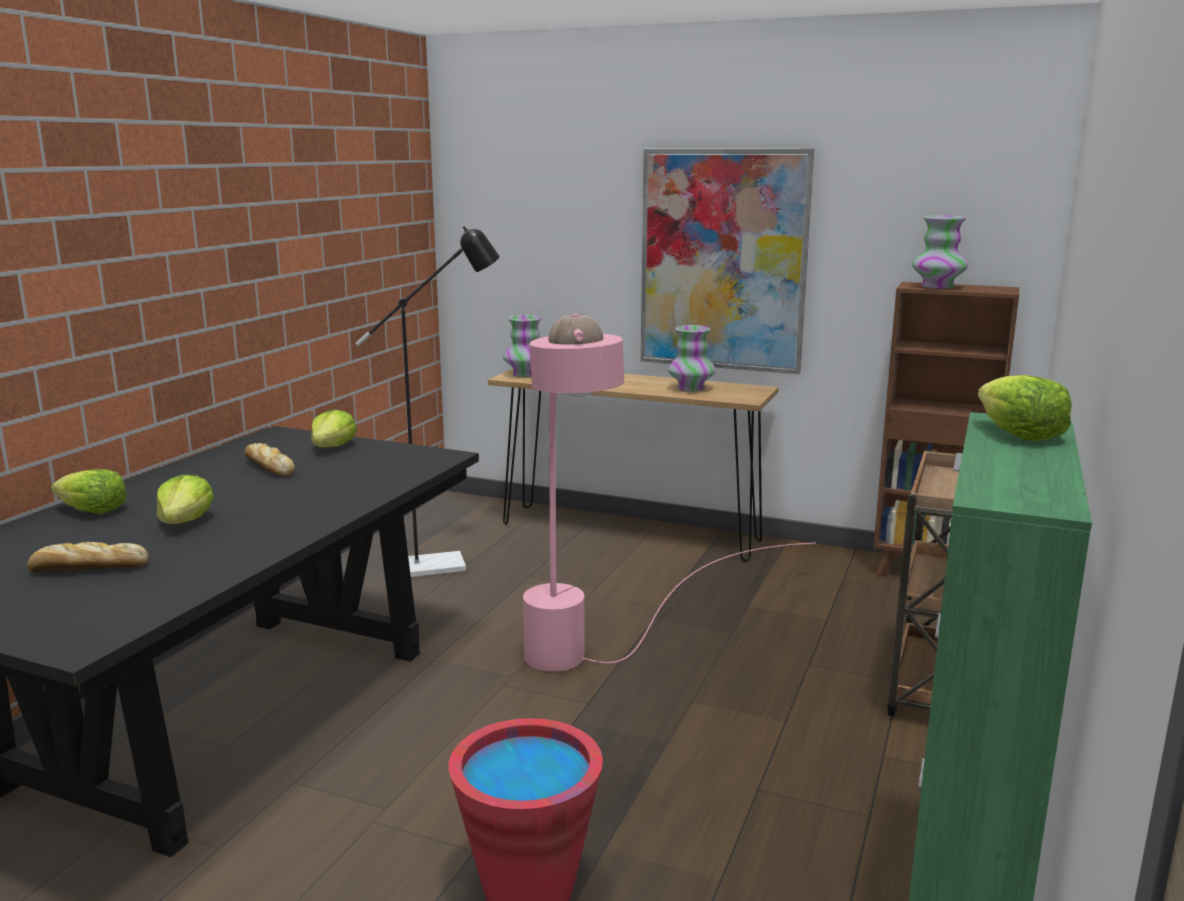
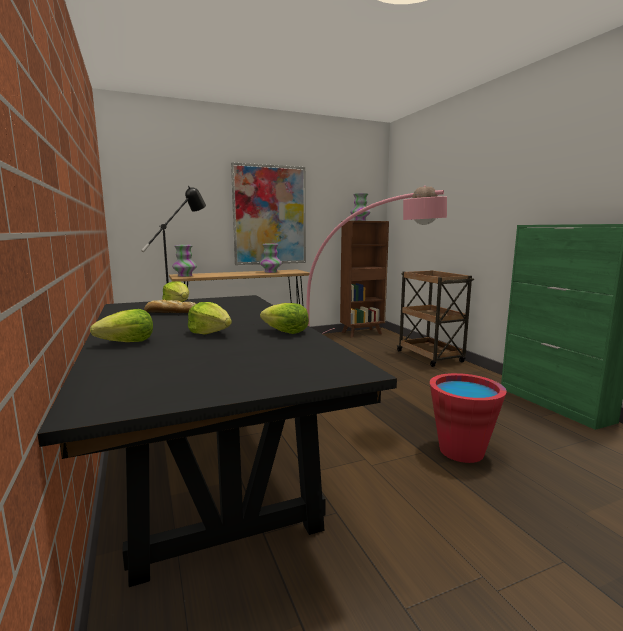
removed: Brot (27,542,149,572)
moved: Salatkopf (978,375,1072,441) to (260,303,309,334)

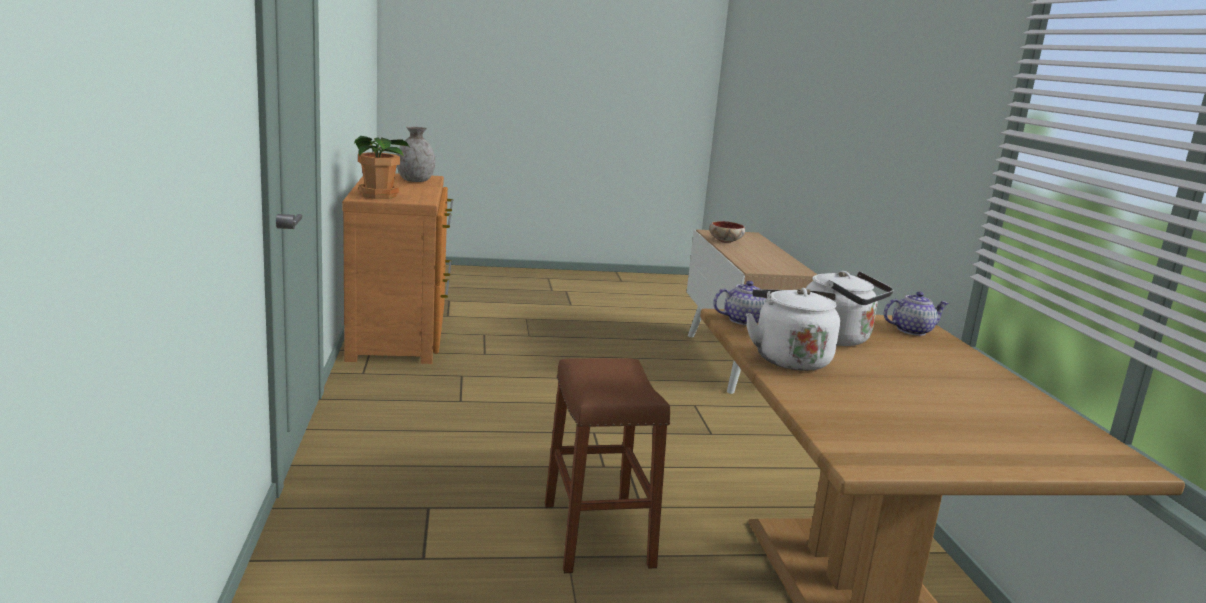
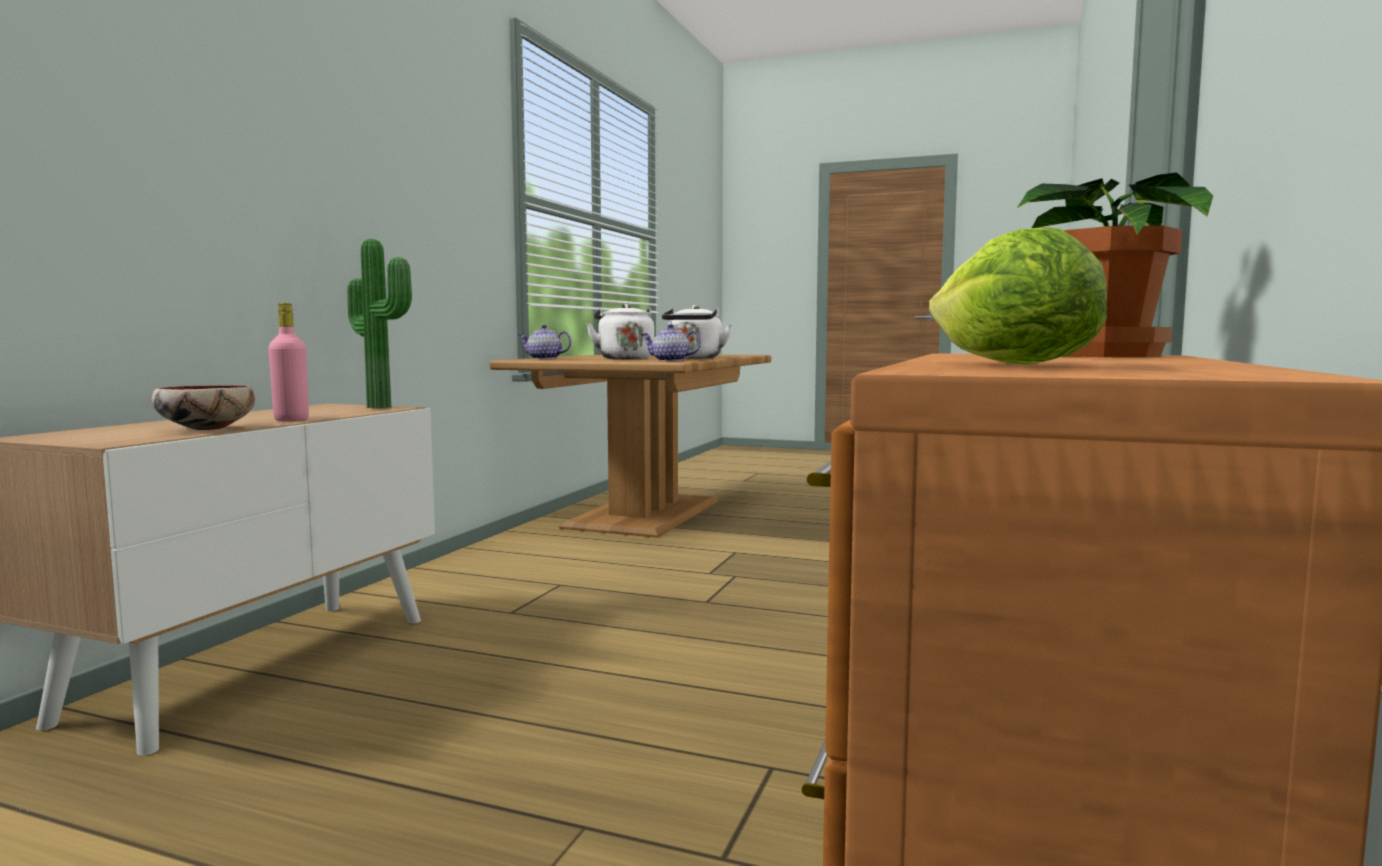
removed: Hocker [braun] (545,358,670,573)
added: Flasche [rosa] (268,303,309,421); Topfpflanze (348,239,412,408)
replaced: Vase [grau] (397,126,435,182) to Salatkopf (929,227,1107,365)

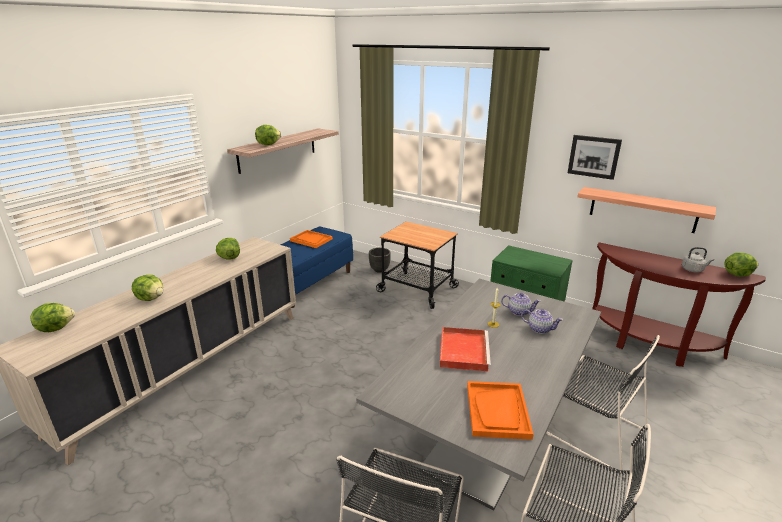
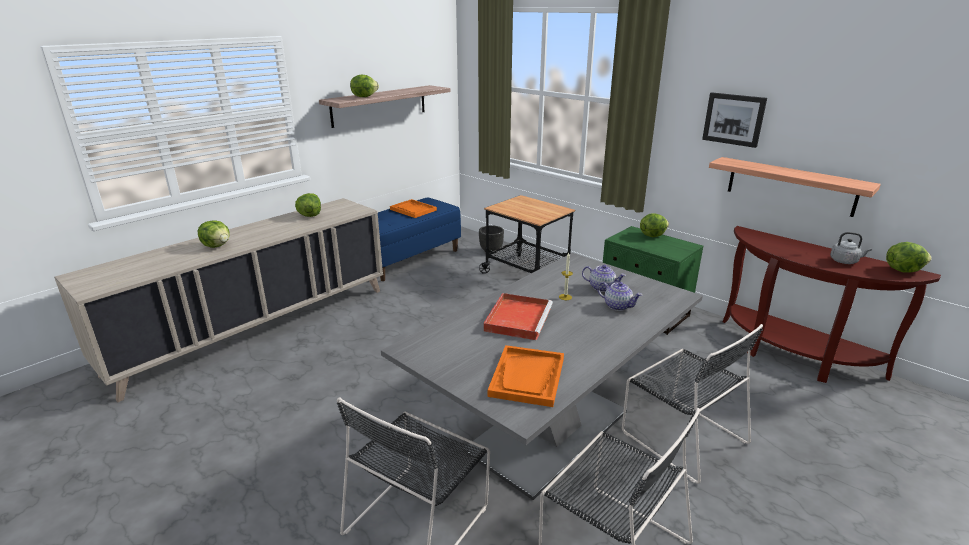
moved: Salatkopf (30,303,75,332) to (640,213,669,237)

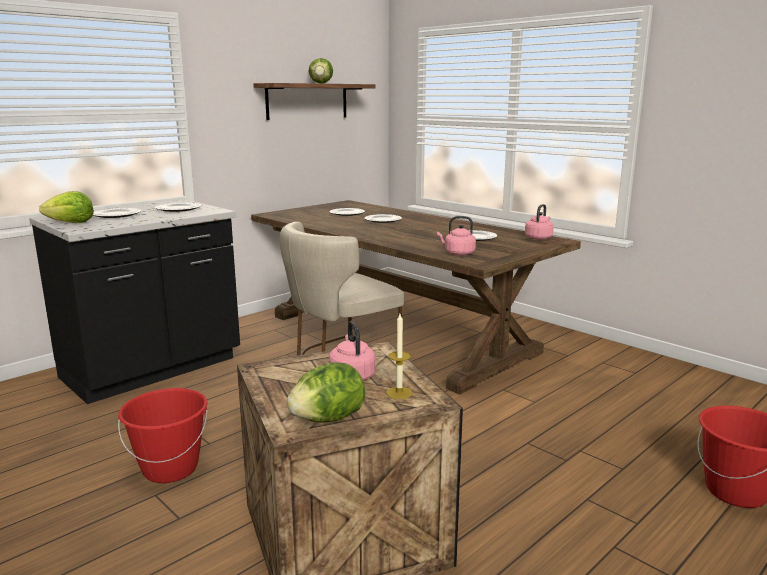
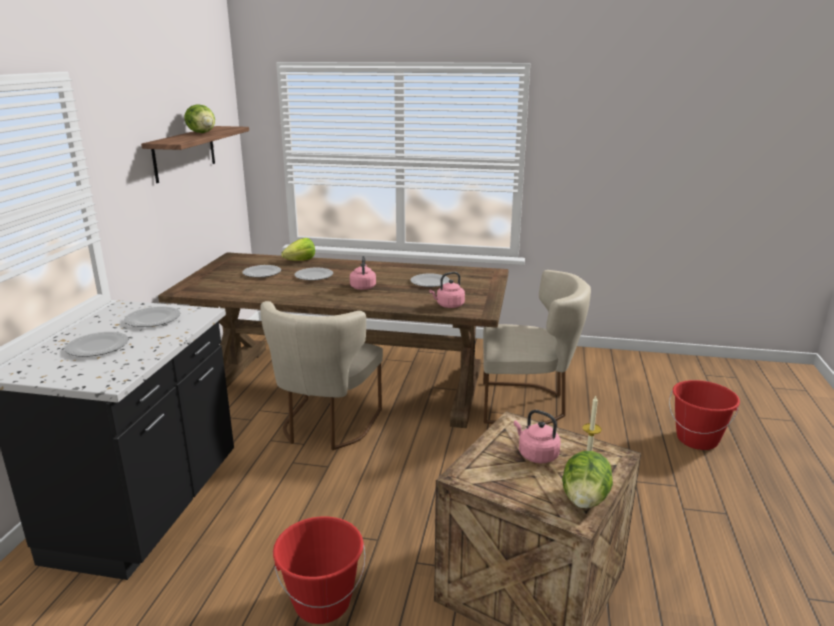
added: Stuhl [beige] (483,270,591,424)
moved: Salatkopf (39,191,94,223) to (281,238,315,261); Wasserkessel [rosa] (525,204,554,240) to (350,256,376,290)

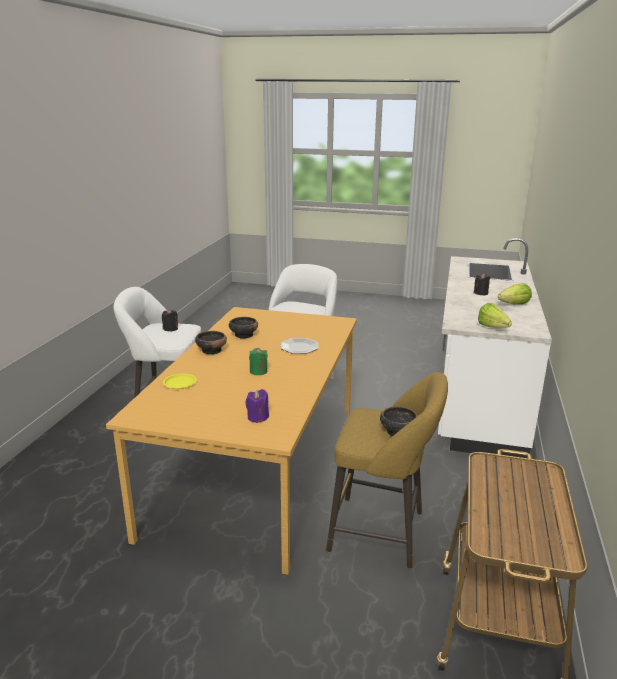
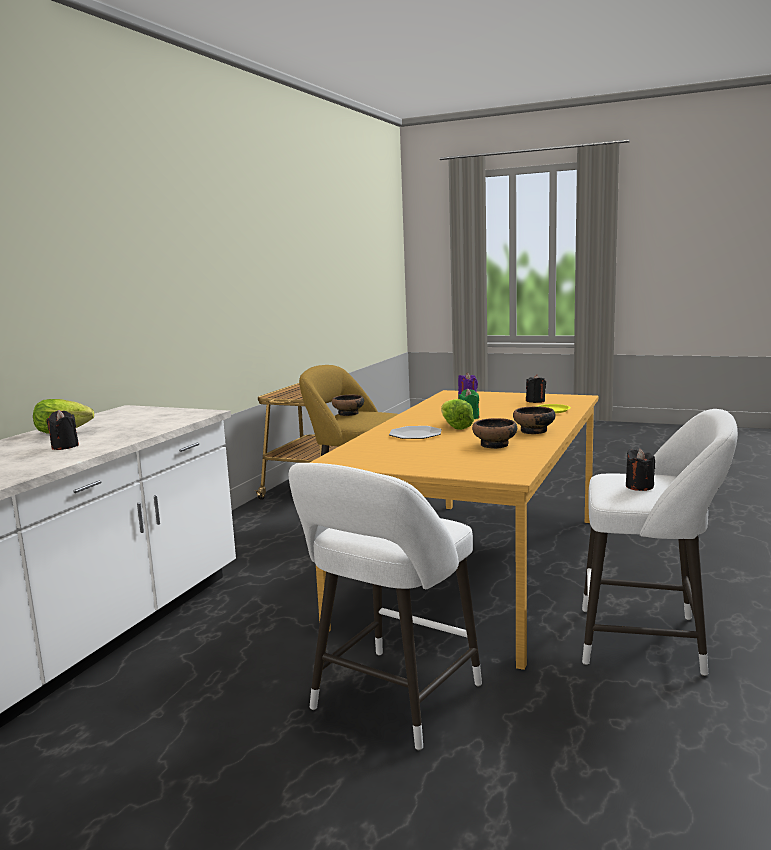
added: Kerze [schwarz] (526,375,546,403)
moved: Salatkopf (478,303,512,328) to (441,399,474,430)

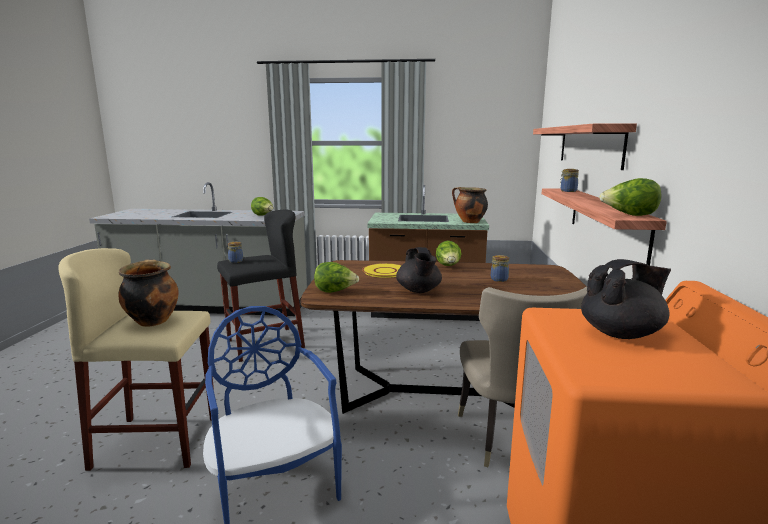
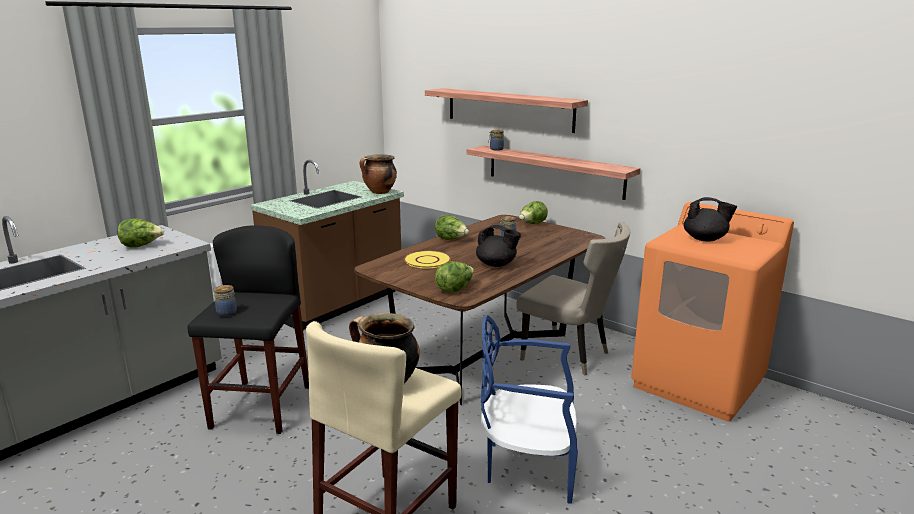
moved: Salatkopf (600,178,662,216) to (519,201,548,224)
turned: Teekanne [schwarz] (581,259,671,339) = (684,197,738,242) 90 degrees clockwise

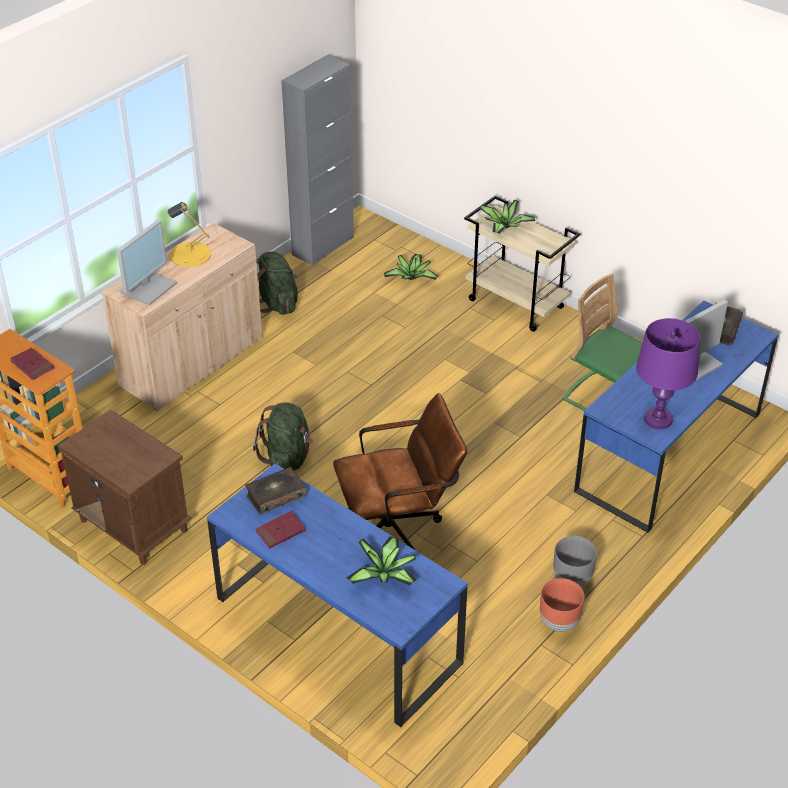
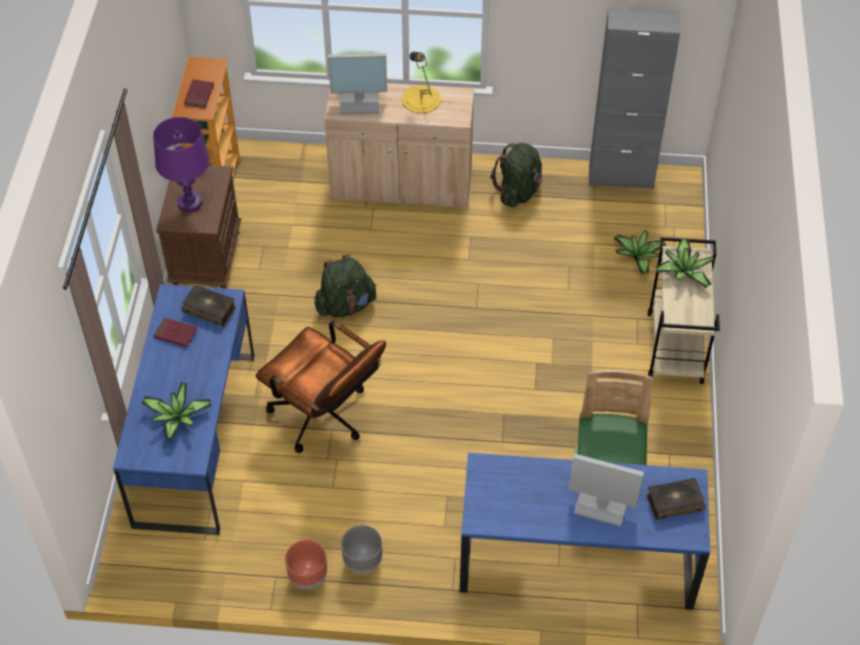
moved: Tischlampe [lila] (636,318,700,429) to (153,117,210,212)

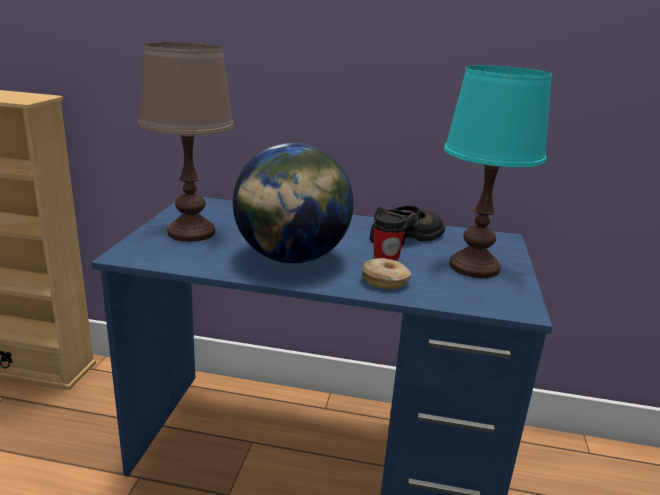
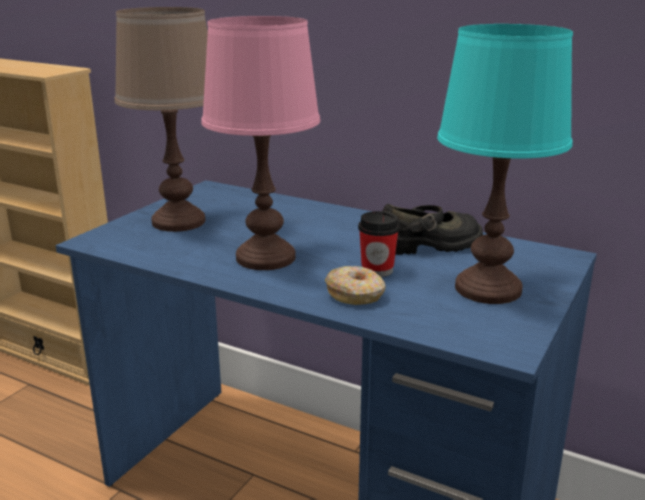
replaced: Globus (233,143,354,263) to Tischlampe [rosa] (201,16,320,270)

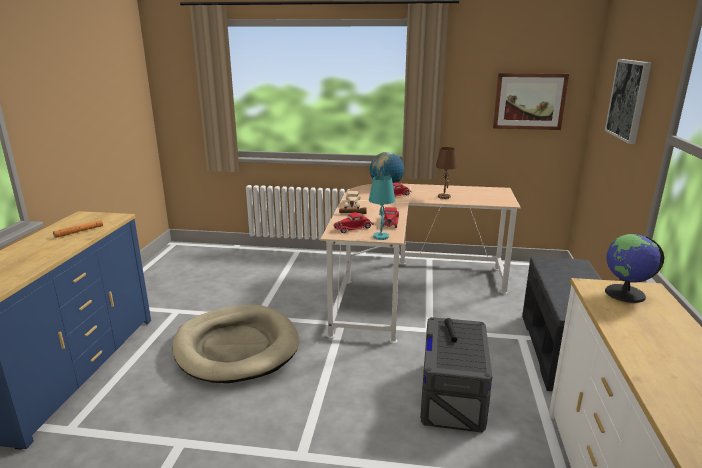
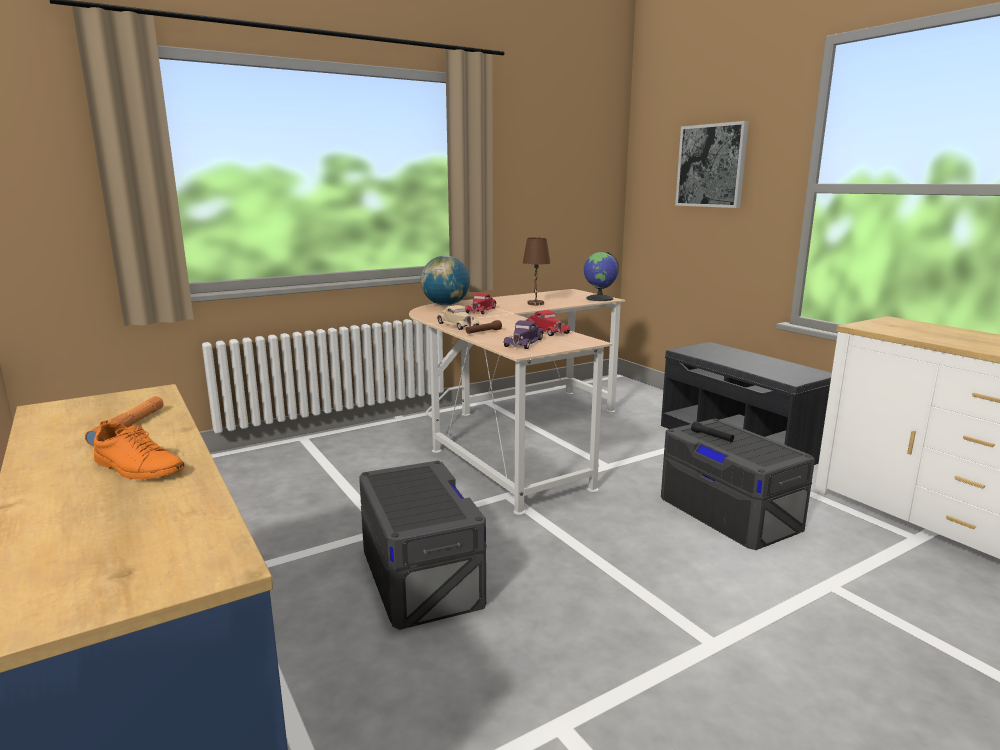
removed: Tischlampe [türkis] (369,176,395,240); Bild (493,73,569,130)
added: Schuh [orange] (94,420,185,480)
moved: Globus (605,234,664,303) to (583,252,619,301)
replaced: Hundebett [beige] (172,305,299,383) to Aufbewahrungsbox [grau] (359,461,486,630)
recoloured: Spielzeugauto [rot] (333,212,374,233) to Spielzeugauto [lila] (504,320,544,349)

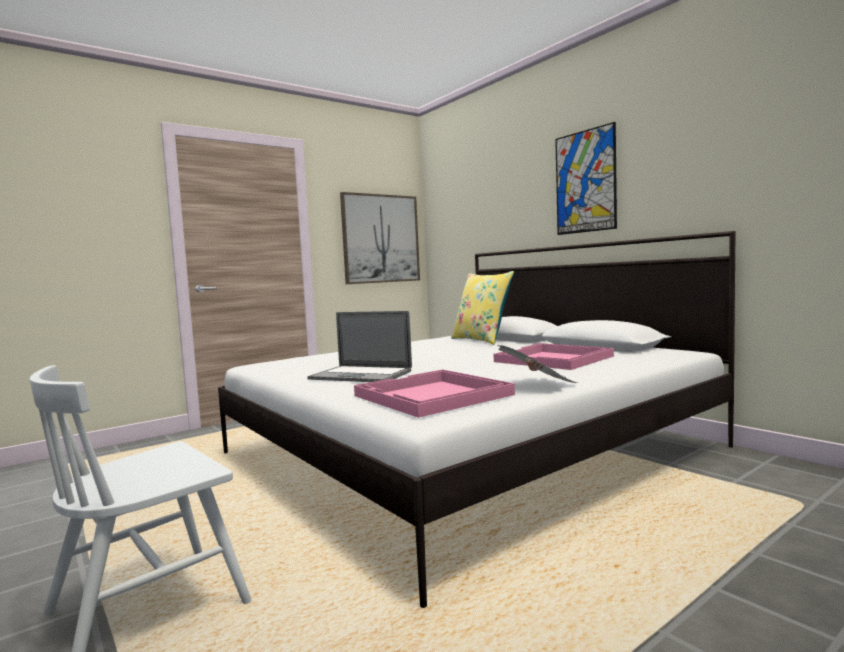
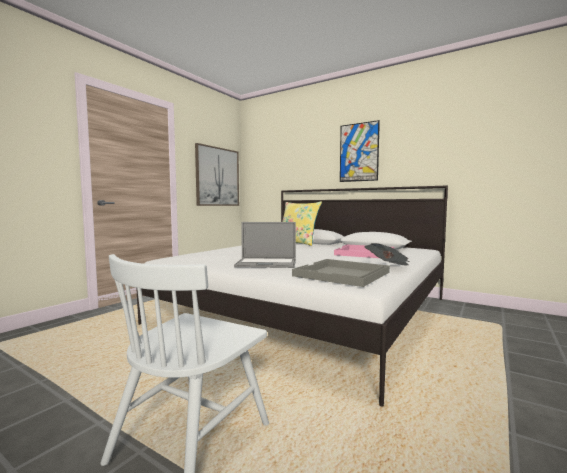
recoloured: Tablett [rosa] (354,369,515,418) to Tablett [grau] (292,259,390,287)

